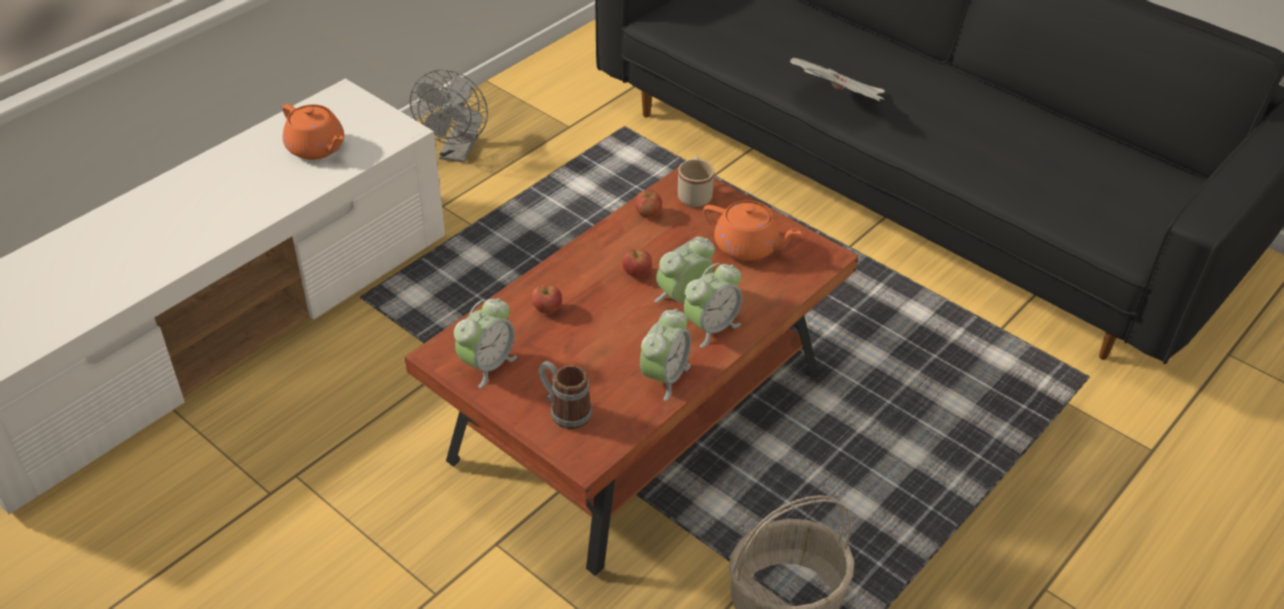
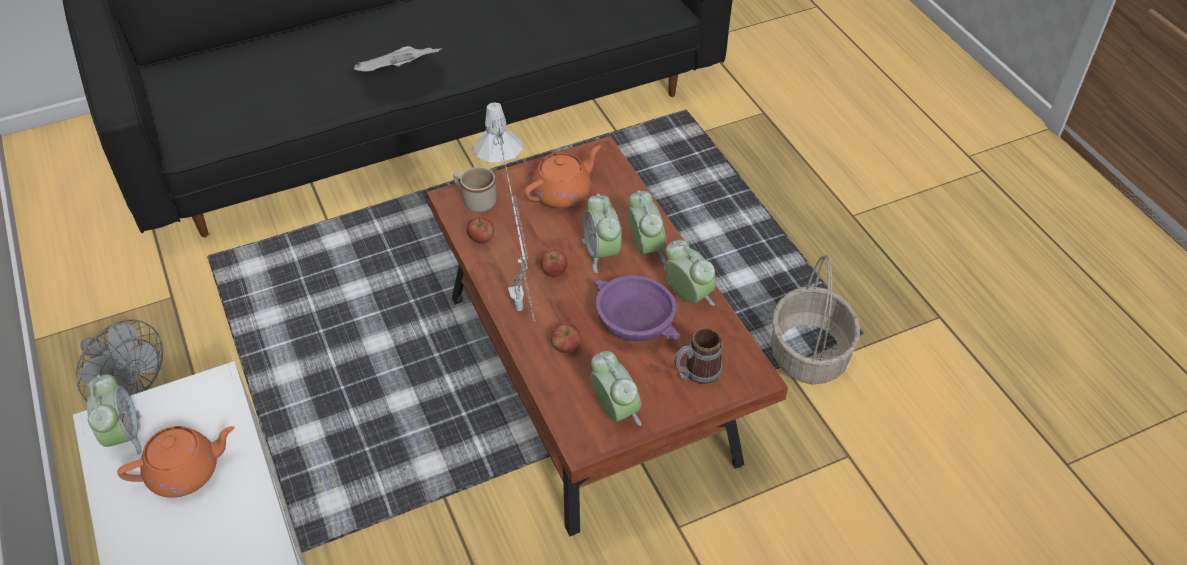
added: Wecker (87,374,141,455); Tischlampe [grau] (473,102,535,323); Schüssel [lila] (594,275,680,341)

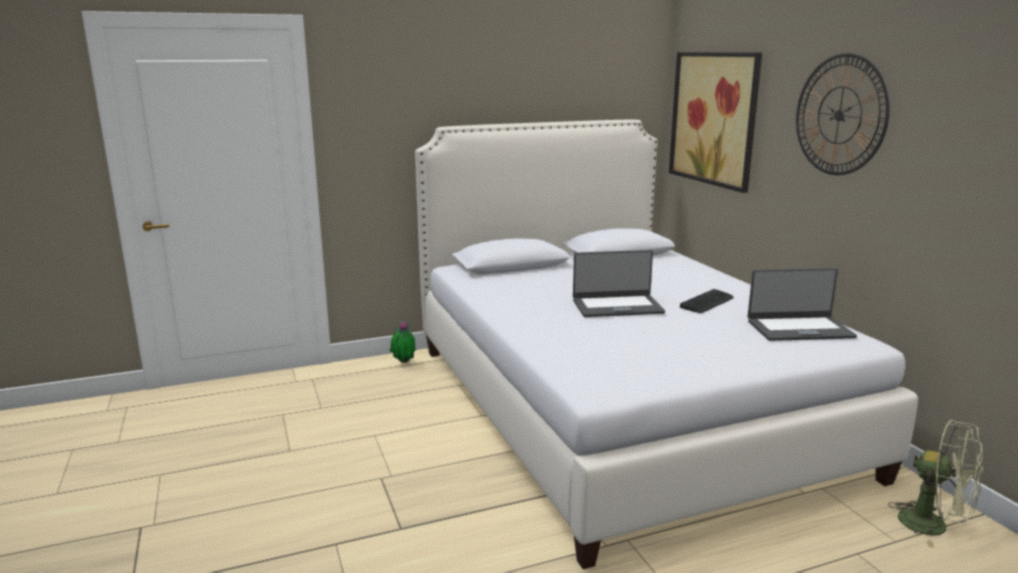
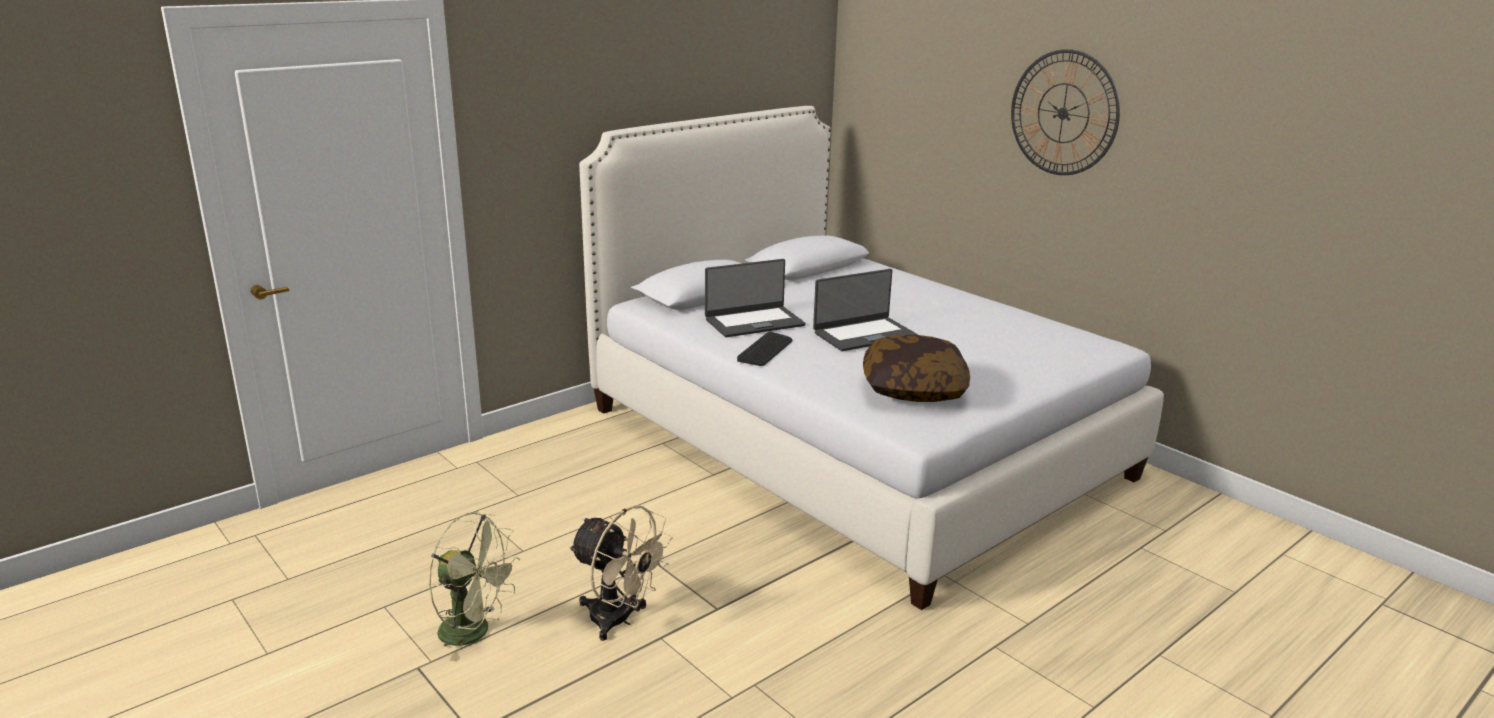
removed: Topfpflanze (389,321,416,363); Bild (669,52,762,193)
added: Ventilator [beige] (569,505,673,641); Kissen (863,335,970,402)
moved: Ventilator [grün] (888,420,983,548) to (429,512,520,661); Laptop (747,268,857,341) to (705,259,805,337); Tastatur (680,289,734,313) to (737,331,793,366)

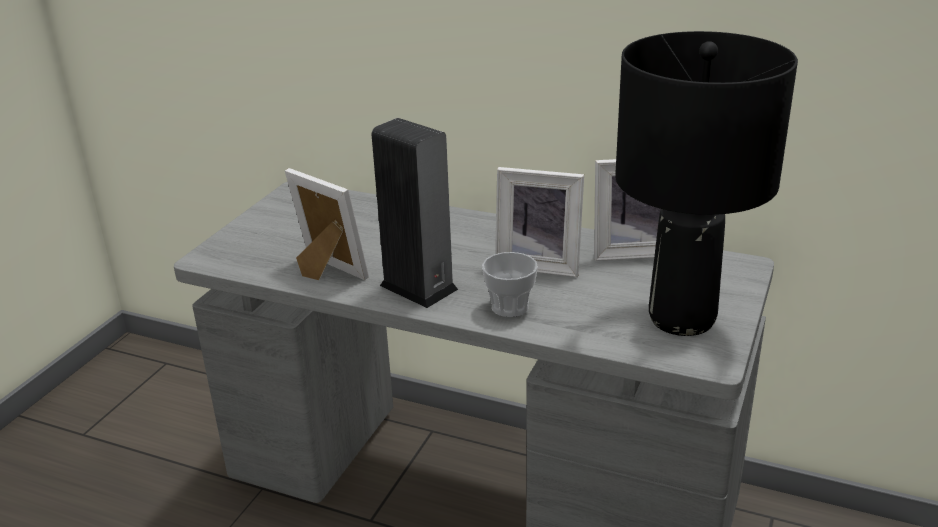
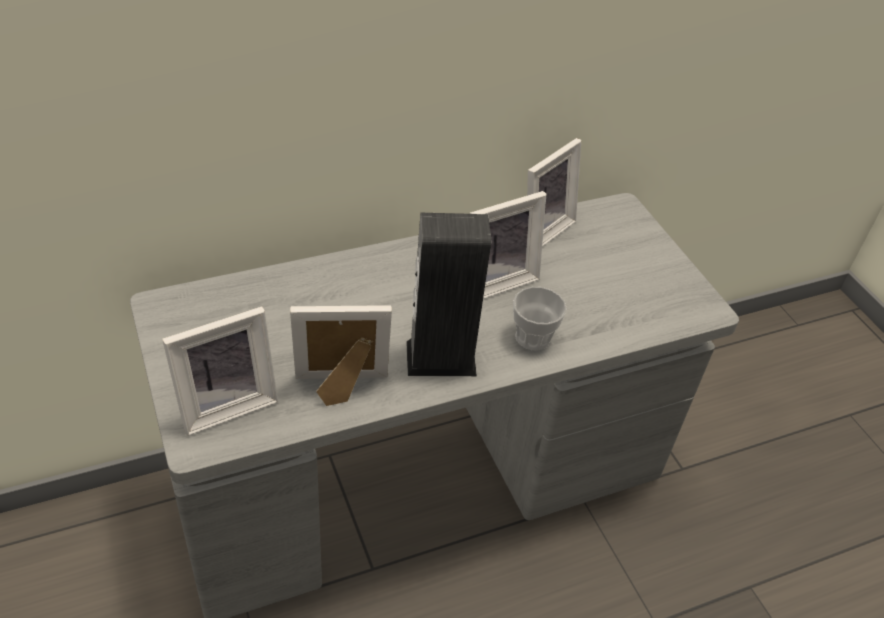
removed: Tischlampe [schwarz] (615,31,798,336)
added: Bilderrahmen (162,306,278,436)

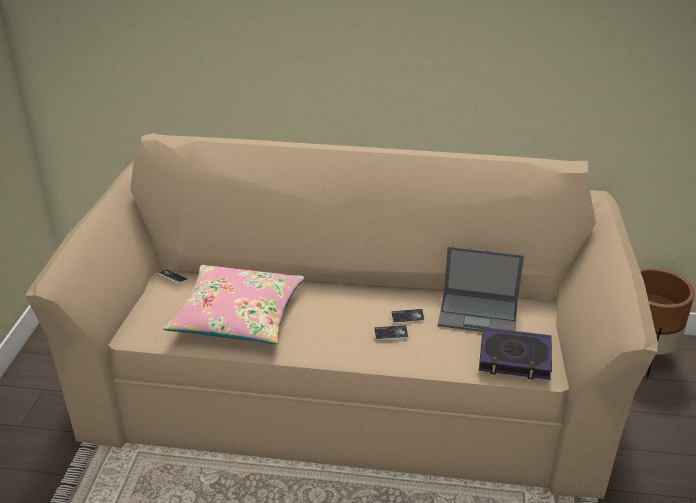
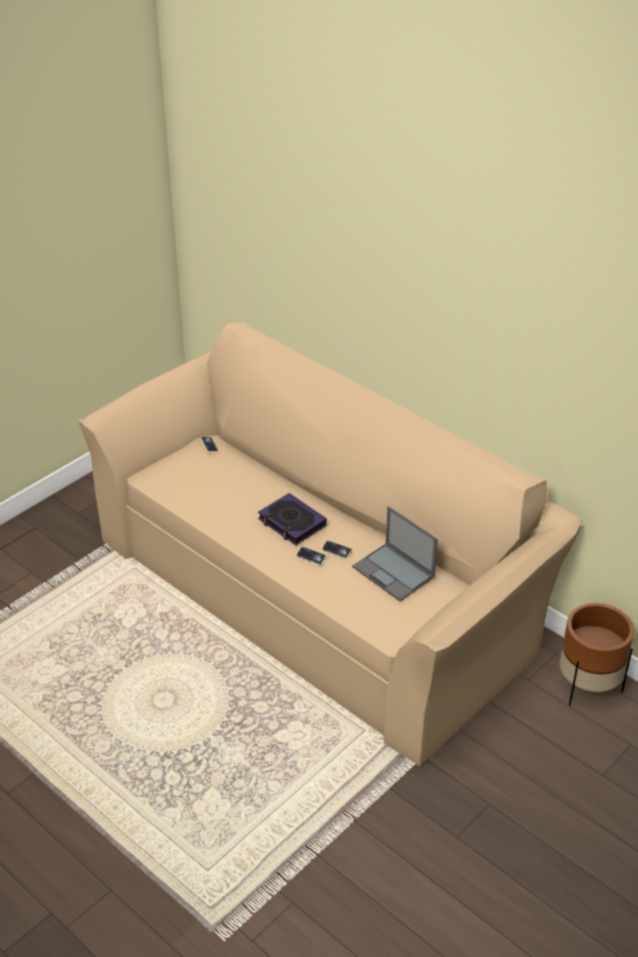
removed: Kissen [rosa] (163,265,305,344)
moved: Buch (479,327,552,380) to (258,493,327,545)

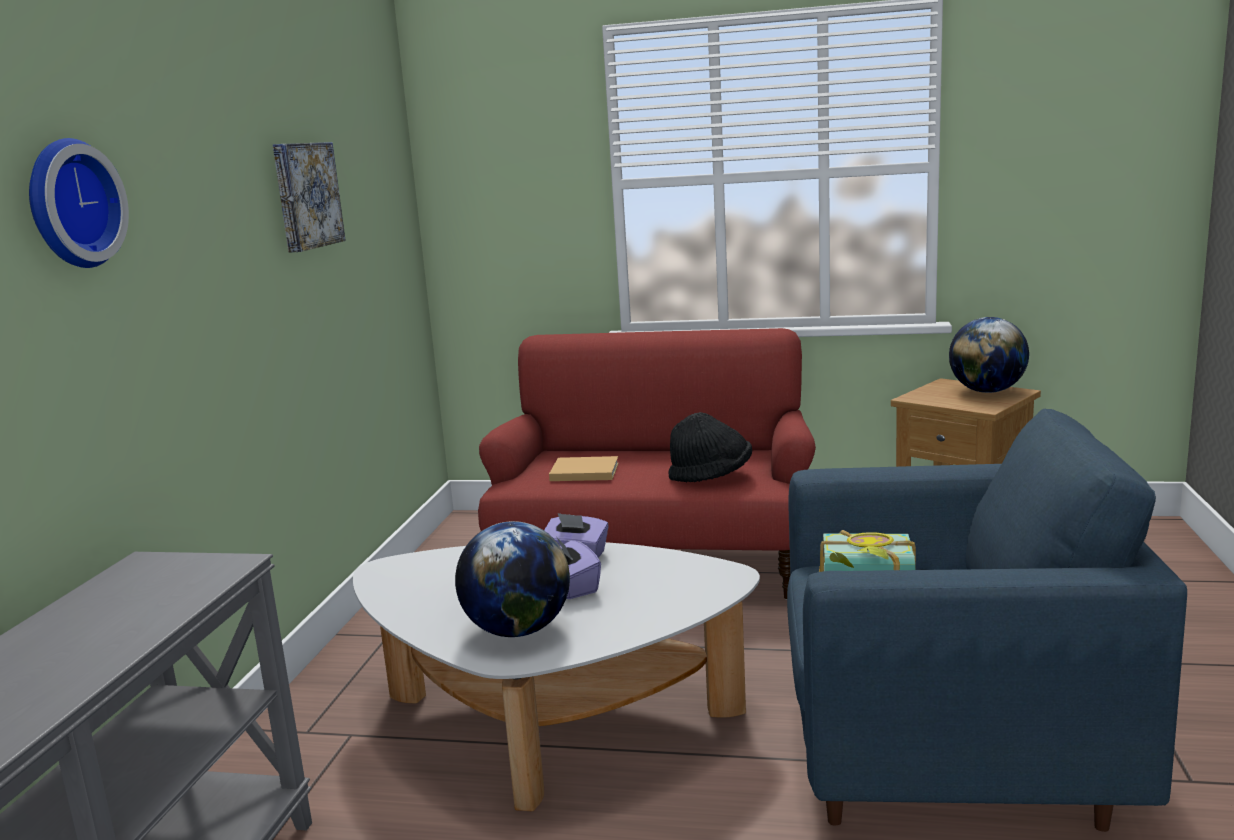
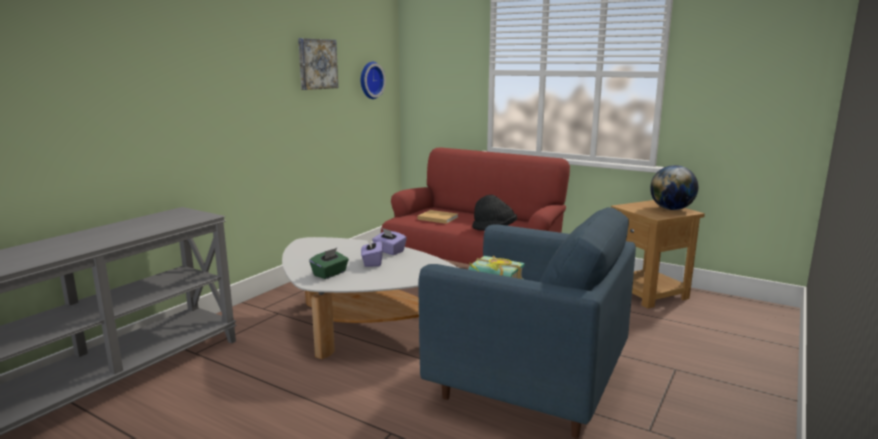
moved: Wanduhr (29,138,129,268) to (361,62,386,99)
replaced: Globus (455,521,570,637) to Taschentuchbox [grün] (309,248,349,279)

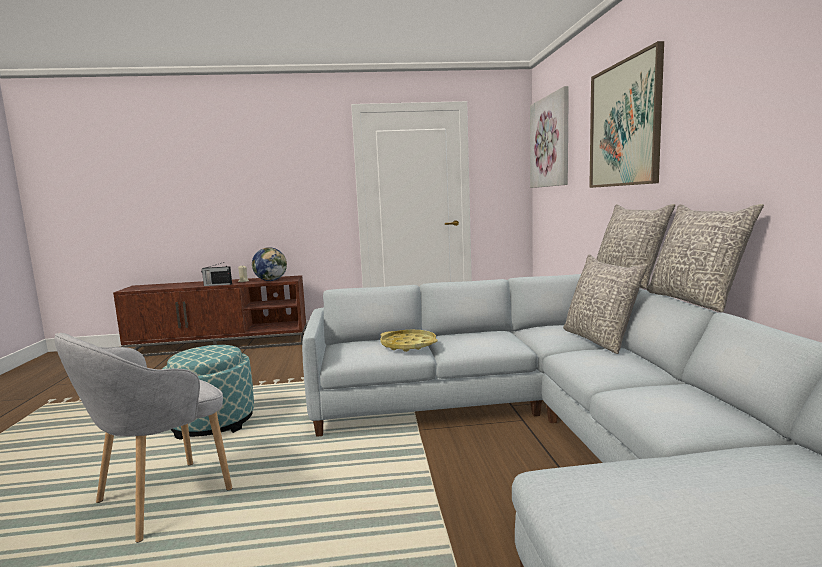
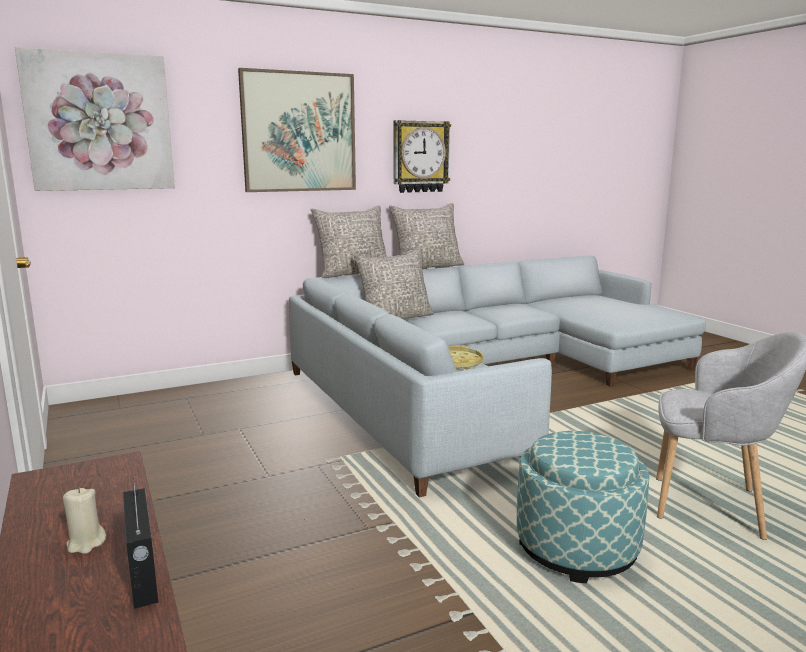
removed: Globus (252,247,287,281)
added: Wanduhr (393,120,451,193)

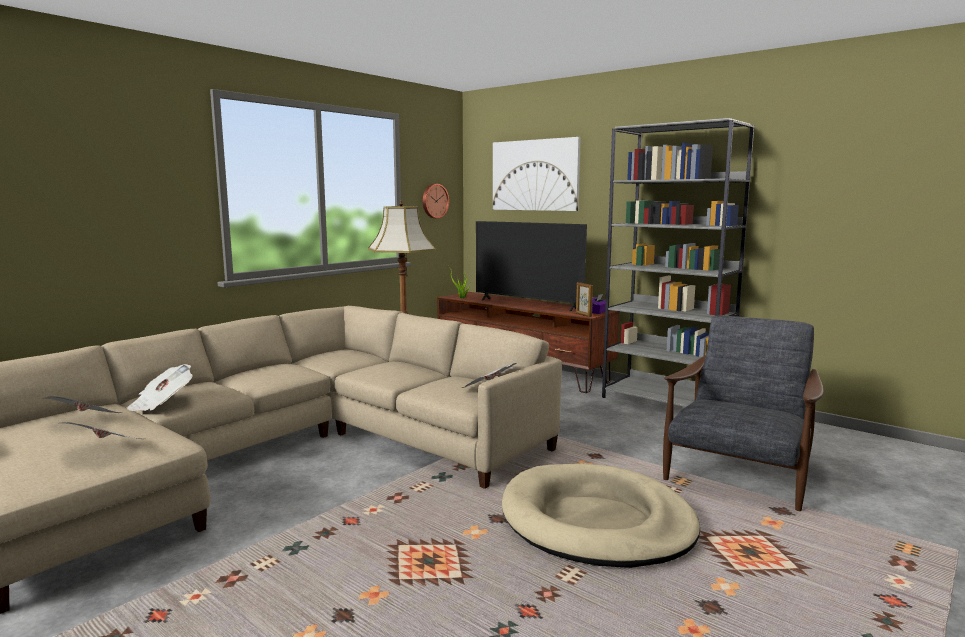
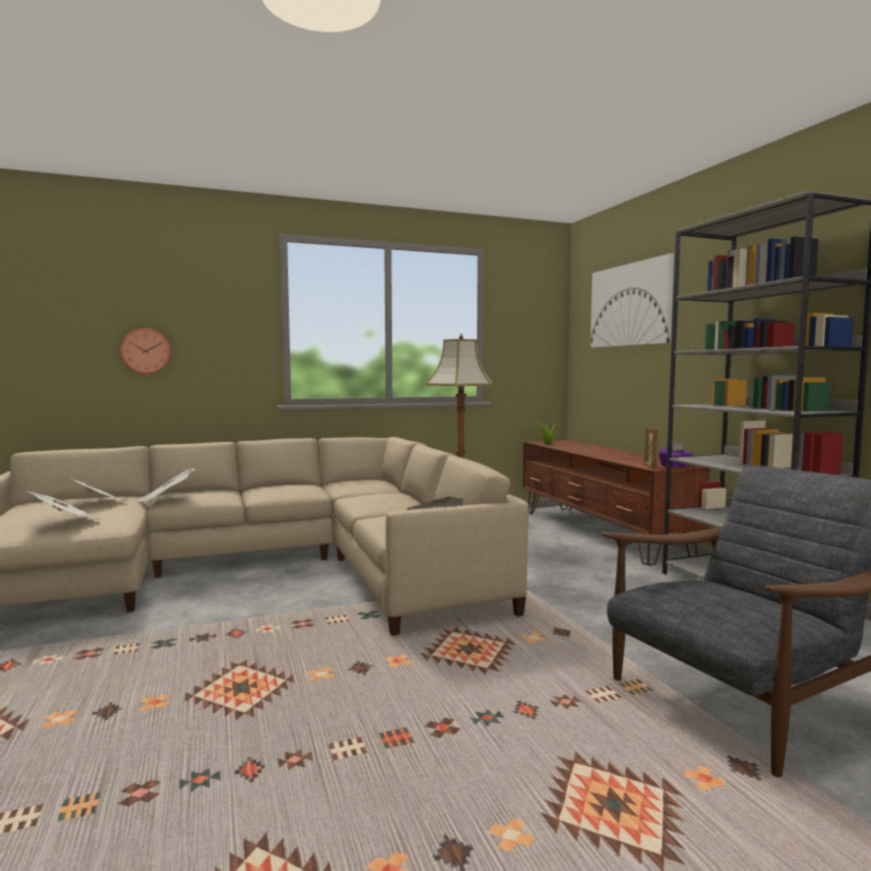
removed: Fernseher (476,221,587,311); Hundebett [beige] (502,464,700,568)
moved: Wanduhr (423,184,449,219) to (120,328,171,374)

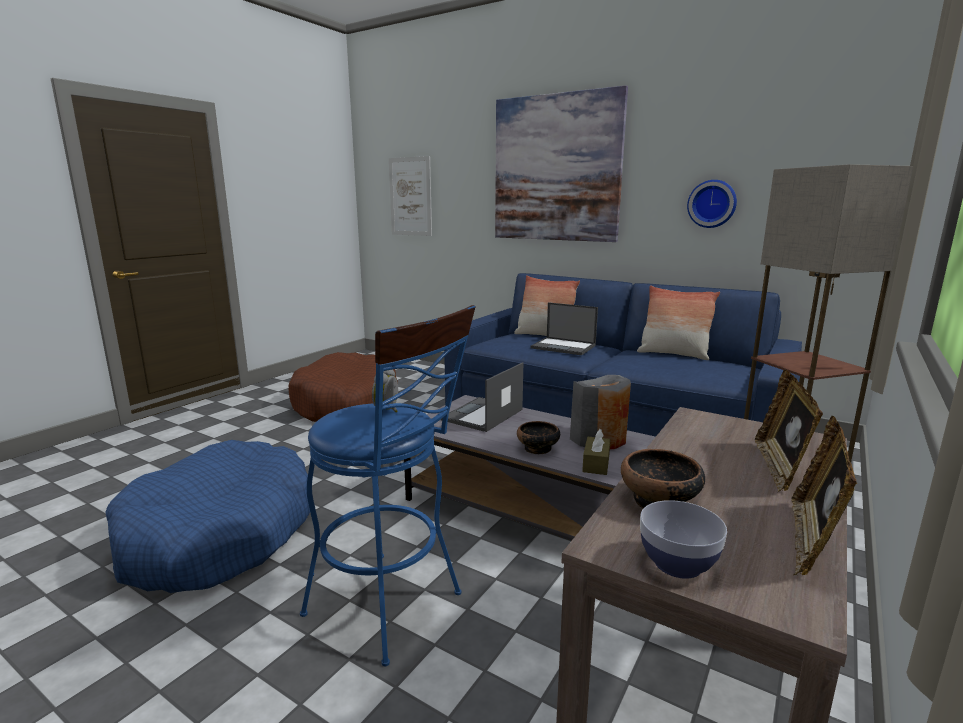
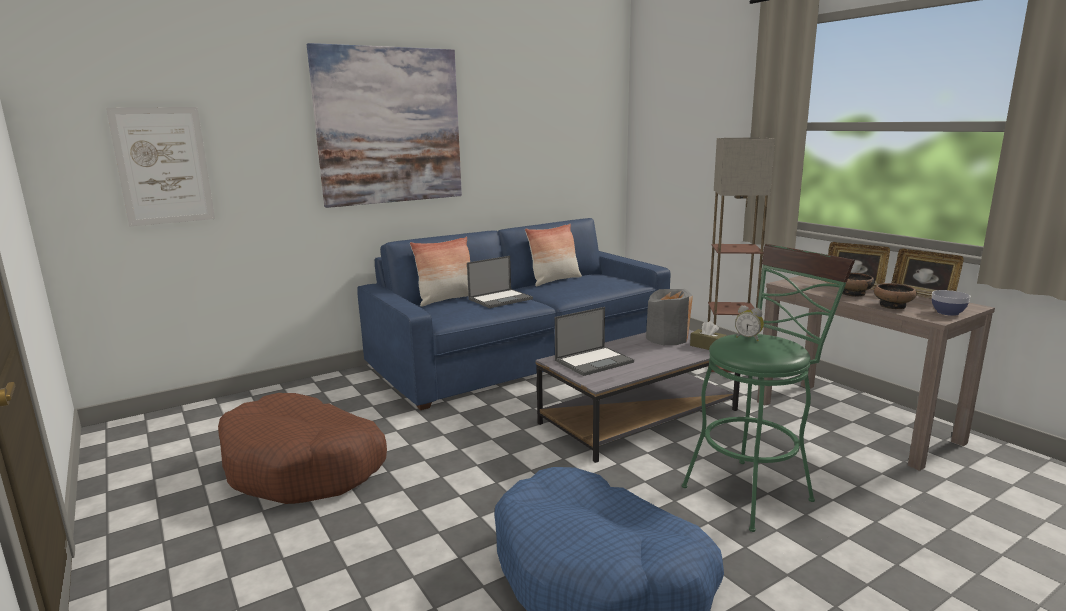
removed: Wanduhr (687,180,737,228)
moved: Schüssel (517,421,560,454) to (839,273,875,297)
recoloured: Hocker [blau] (300,305,476,666) to Hocker [grün] (682,244,855,532)
turned: Laptop (441,362,523,432) = (555,307,634,376) 90 degrees counterclockwise

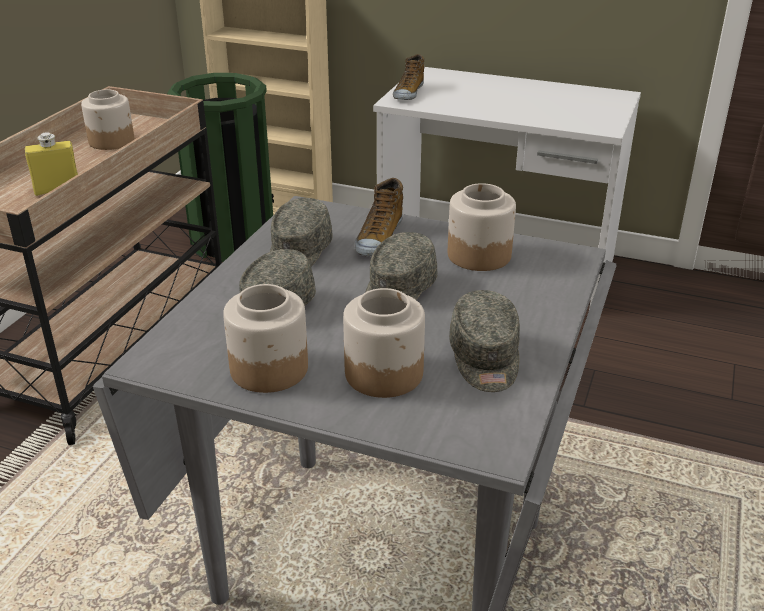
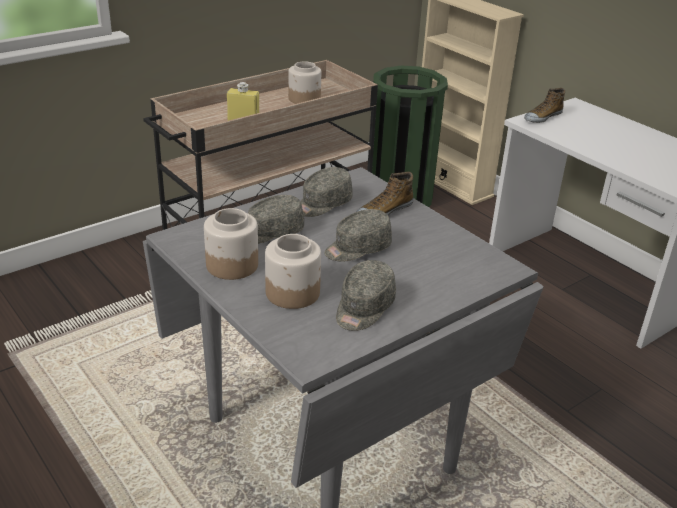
removed: Vorratsglas (448,183,516,271)

